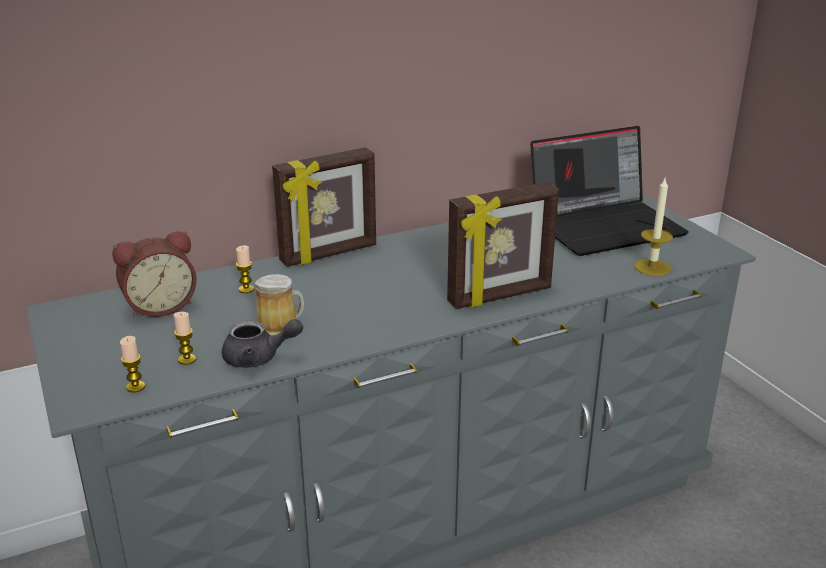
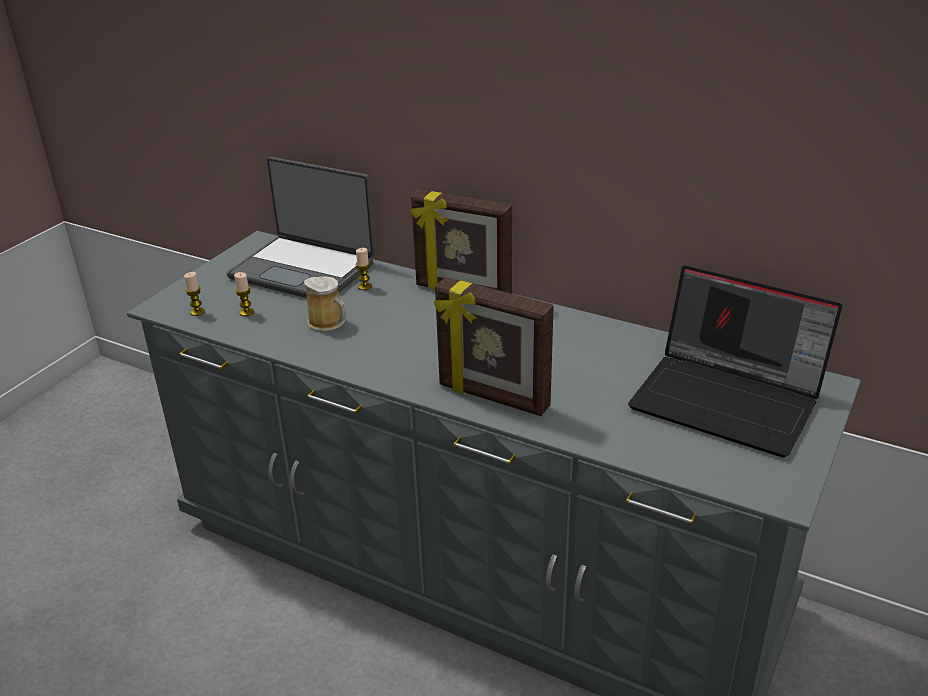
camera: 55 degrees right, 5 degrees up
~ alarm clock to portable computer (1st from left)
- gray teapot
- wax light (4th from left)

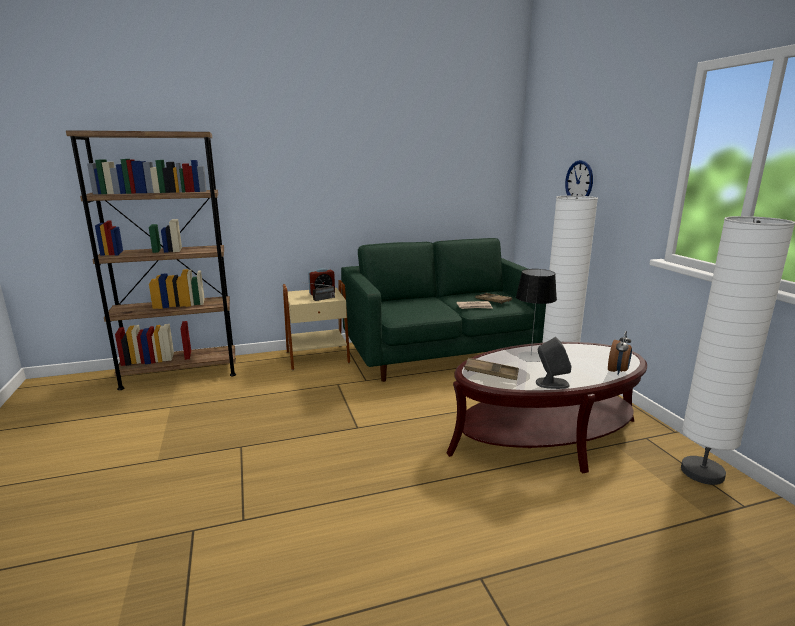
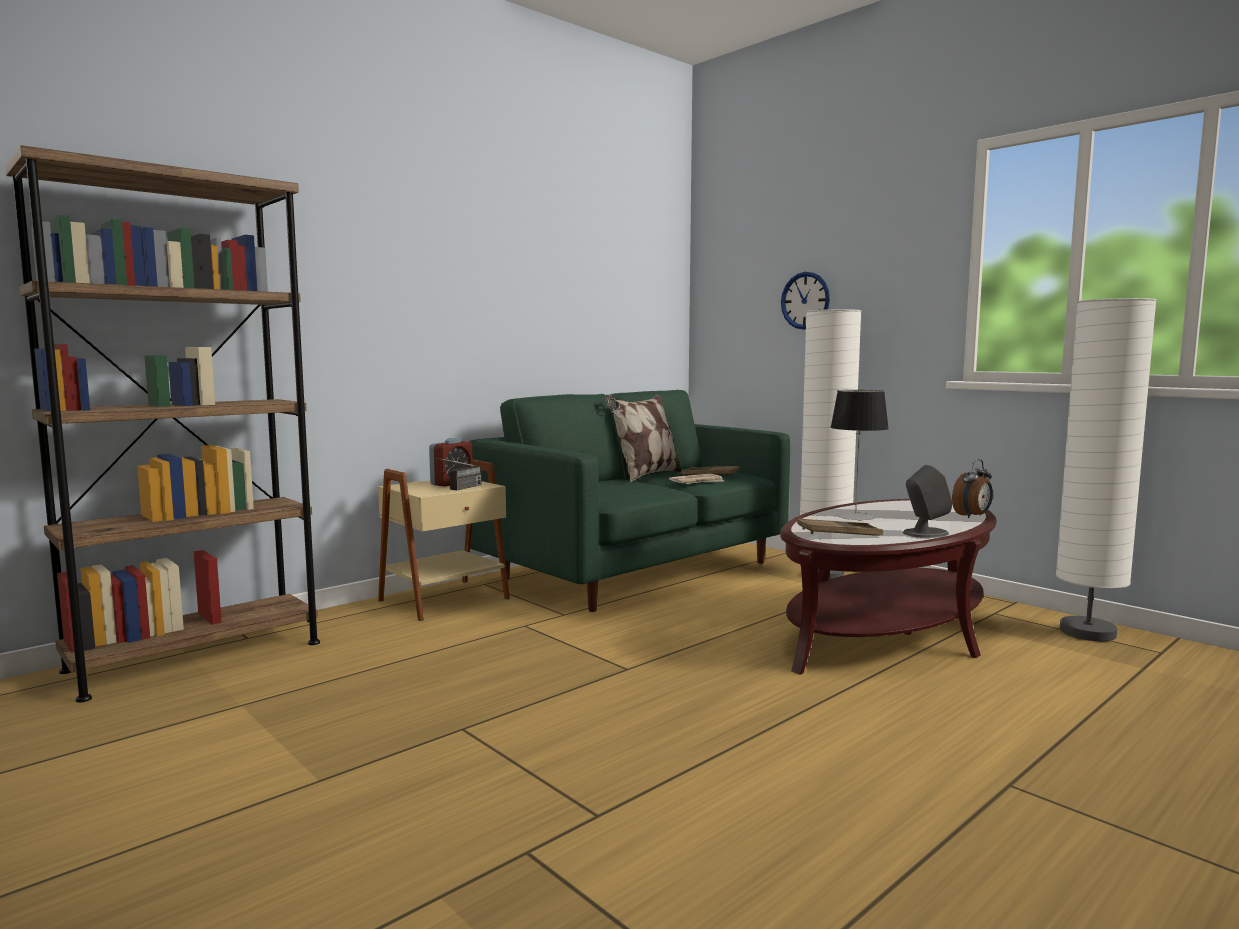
camera: 25 degrees left, 10 degrees down
~ alarm clock (2nd from left) 45 degrees clockwise
+ cushion

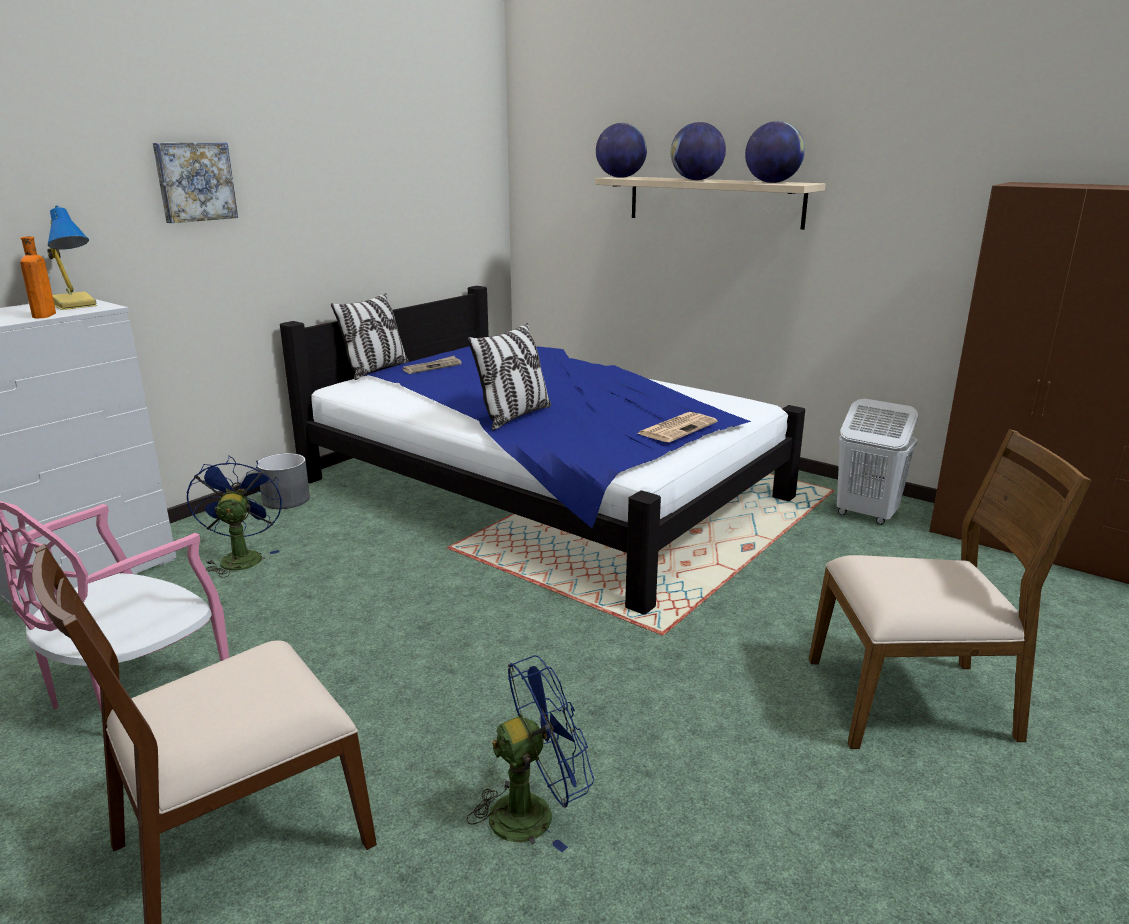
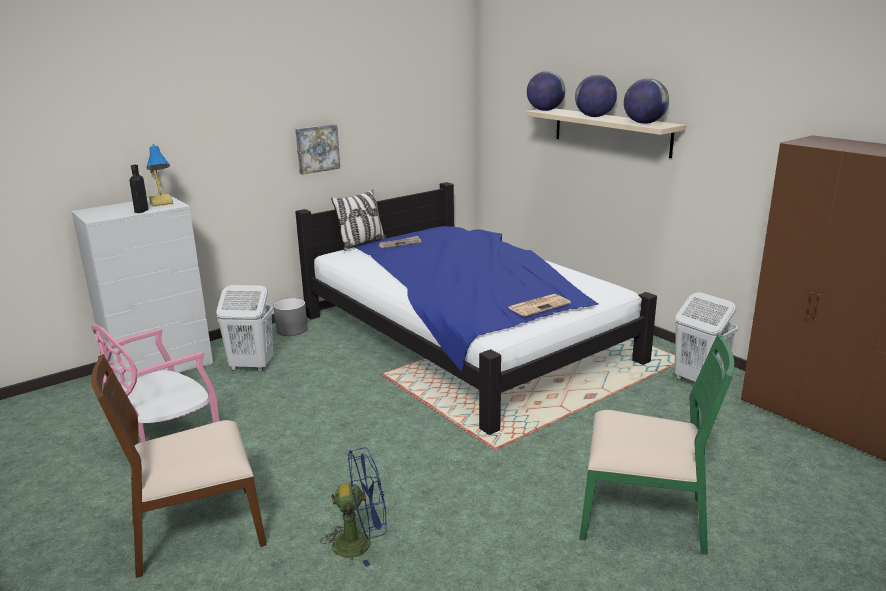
camera: 15 degrees right, 0 degrees up
~ orange-coloured drink bottle to black drink bottle
~ picture
~ blue cooling fan (1st from left) to white laundry basket (1st from left)
- cushion (2nd from left)
~ brownish upright chair (2nd from left) to green-coloured upright chair

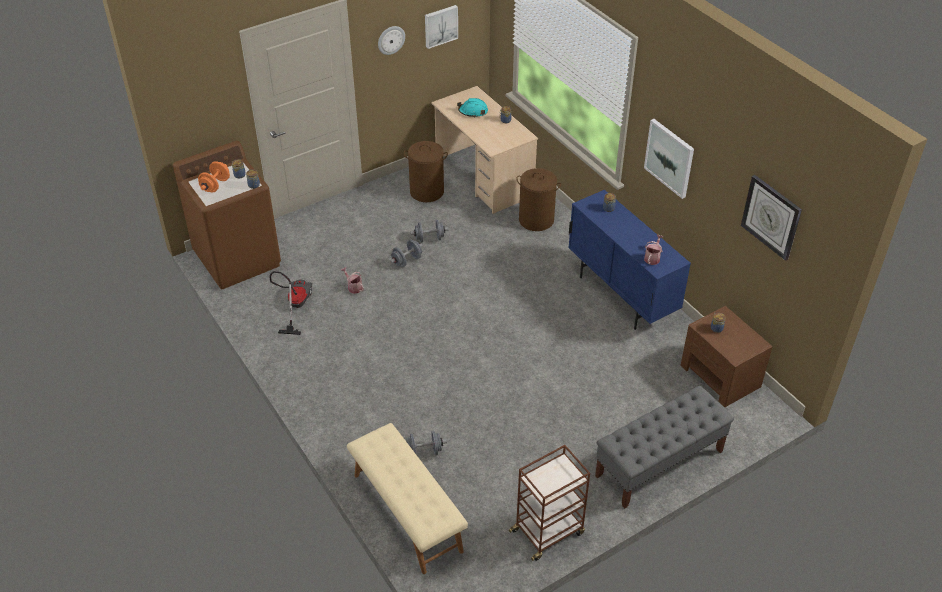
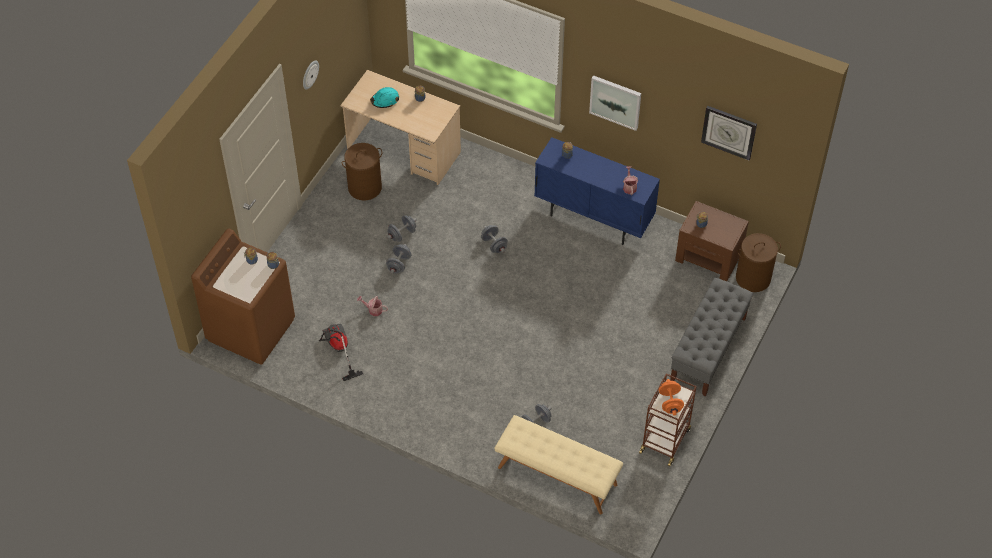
camera: 30 degrees left, 10 degrees up
~ orange-coloured dumbbell
- picture (1st from left)
~ brownish laundry basket (2nd from left)
+ gray dumbbell (3rd from left)

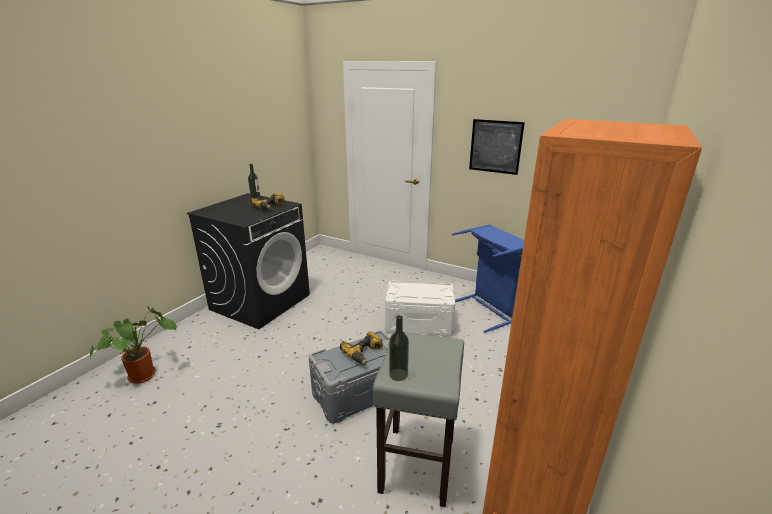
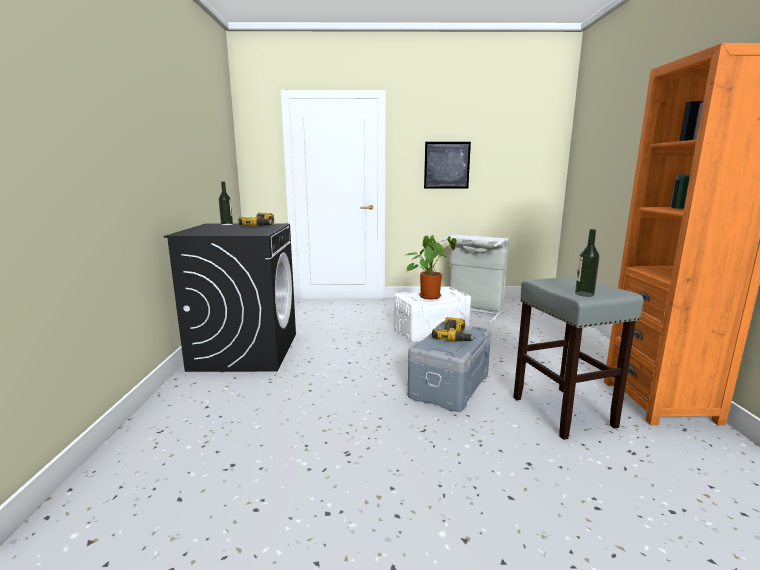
camera: 30 degrees left, 10 degrees down
~ potted plant
~ blue laundry basket to gray laundry basket

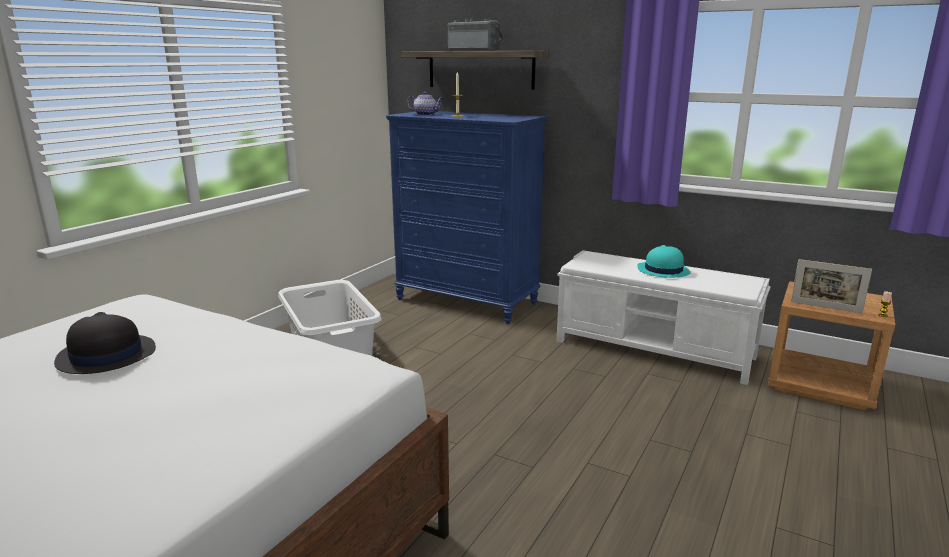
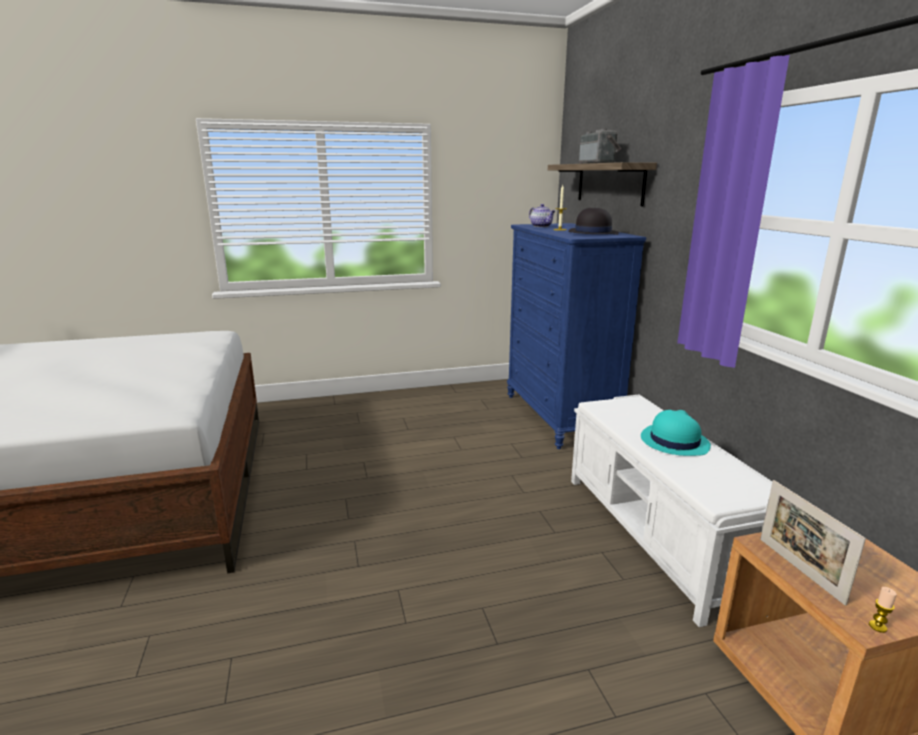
camera: 45 degrees right, 0 degrees up
~ black hat
- white laundry basket

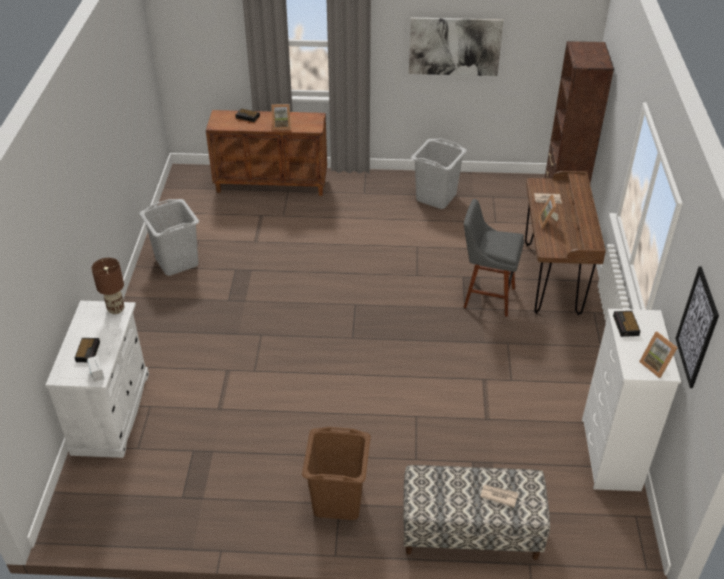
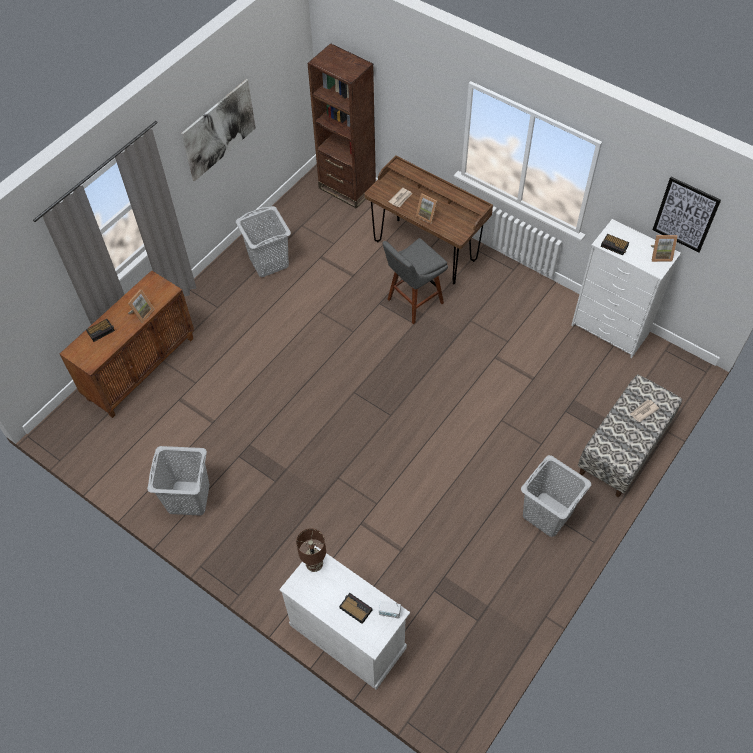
camera: 55 degrees left, 15 degrees up
~ brownish laundry basket to gray laundry basket (3rd from left)

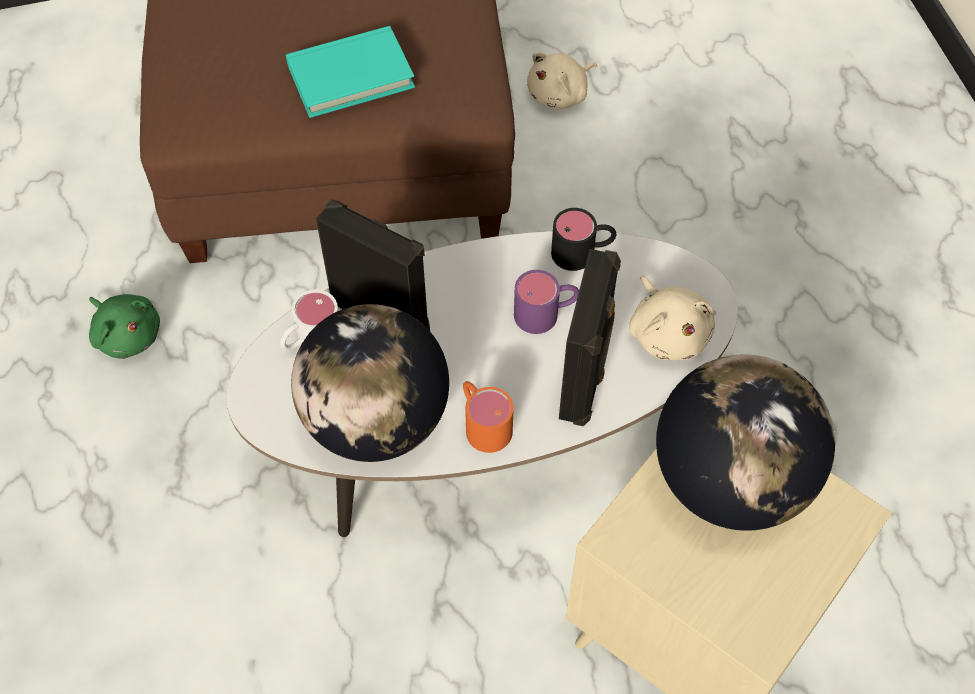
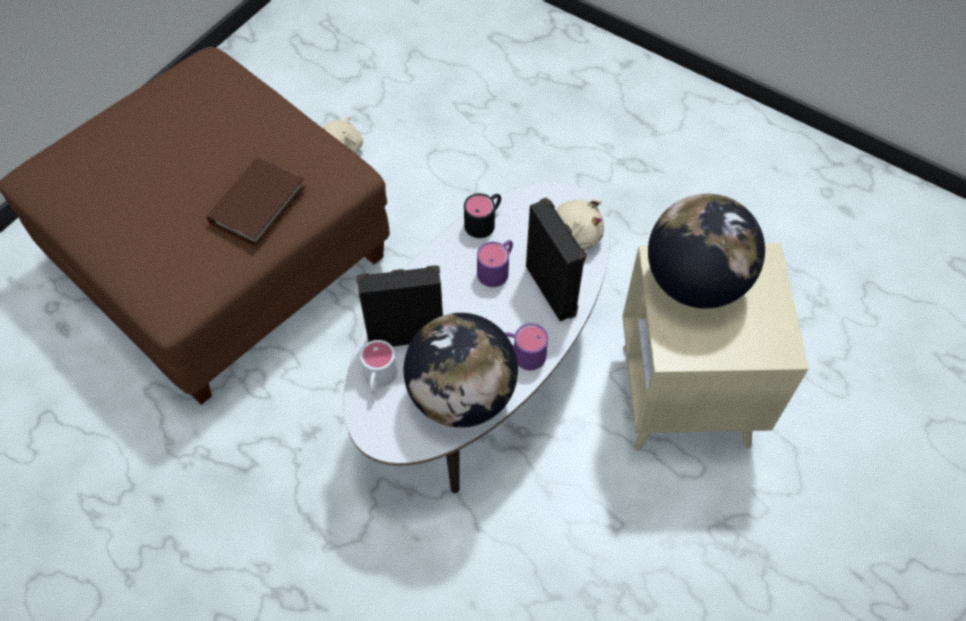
camera: 40 degrees left, 0 degrees up
- green-coloured cuddly toy
~ turquoise-coloured volume to brownish volume
~ orange-coloured tea mug to purple-coloured tea mug (2nd from left)

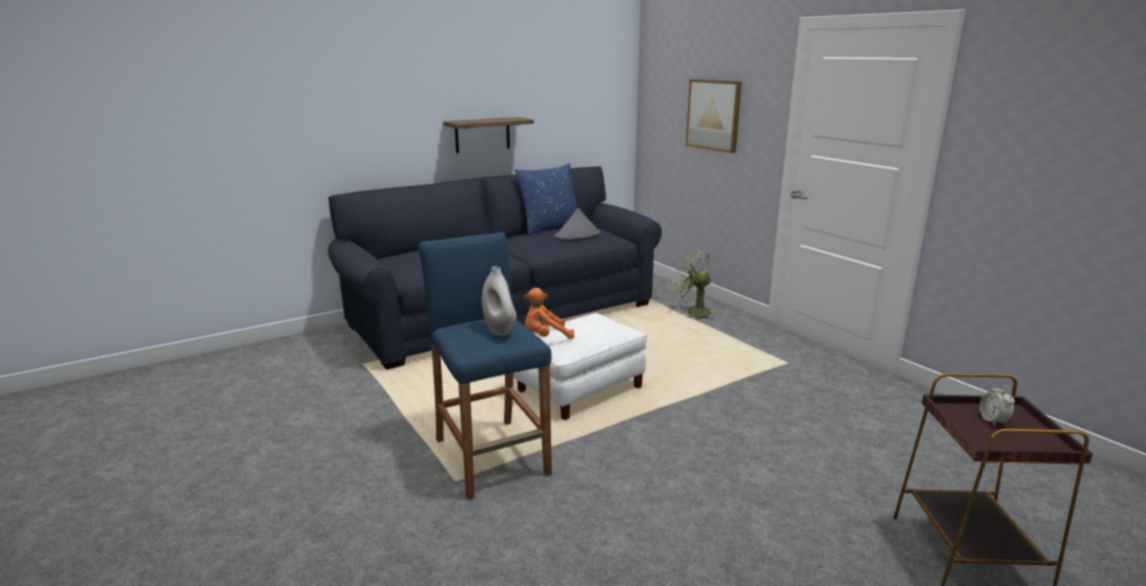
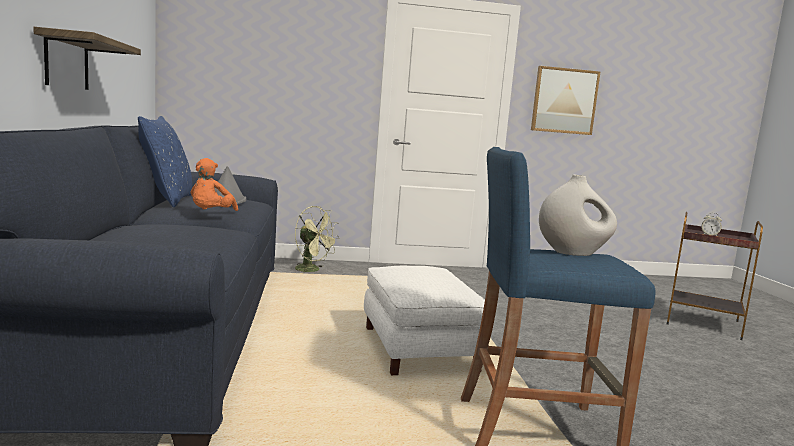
camera: 65 degrees left, 10 degrees down
~ orange-coloured cuddly toy
~ green-coloured cooling fan 120 degrees counterclockwise
~ picture

